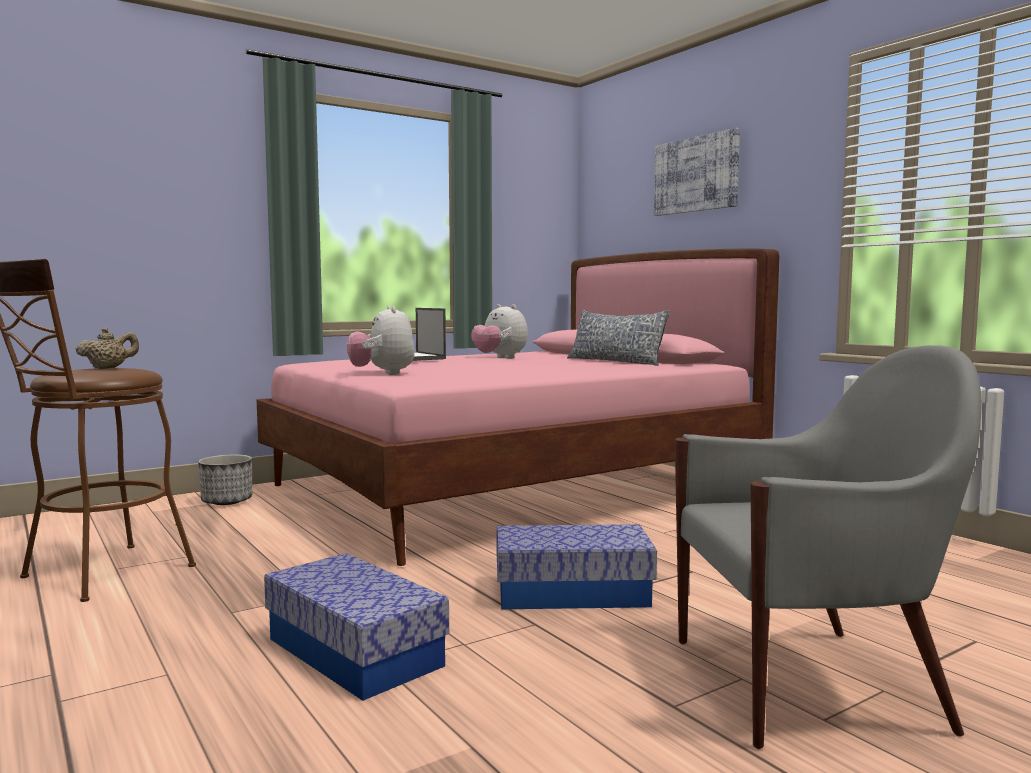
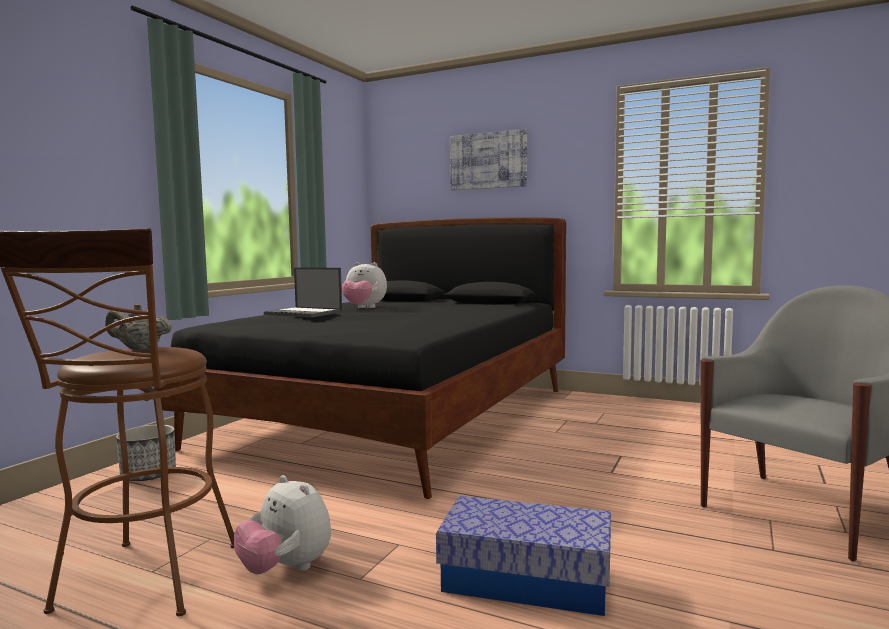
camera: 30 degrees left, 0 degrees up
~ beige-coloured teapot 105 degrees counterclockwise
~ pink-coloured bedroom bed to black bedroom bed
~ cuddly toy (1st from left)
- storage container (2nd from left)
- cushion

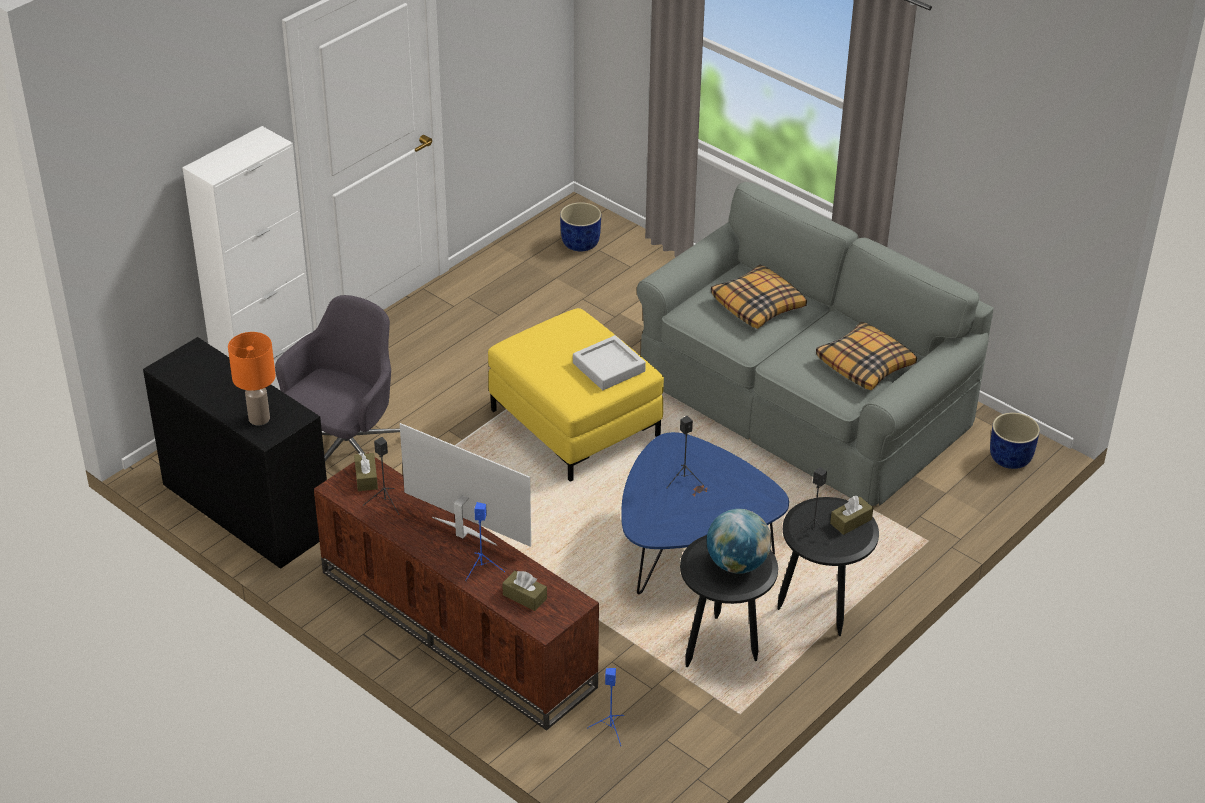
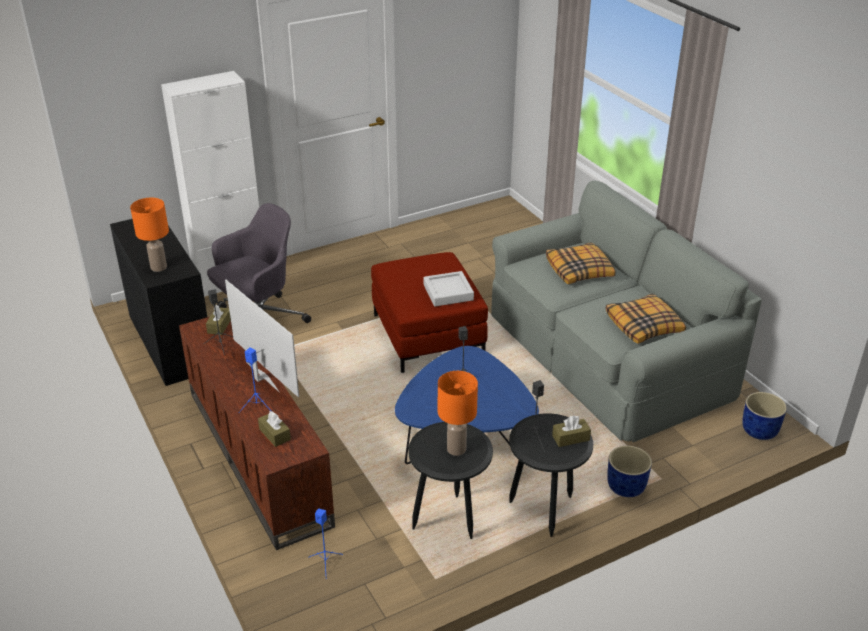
camera: 20 degrees right, 5 degrees down
~ yellow footrest to red footrest
~ blue planter (1st from left)
~ world globe to orange-coloured lamp for a table (2nd from left)

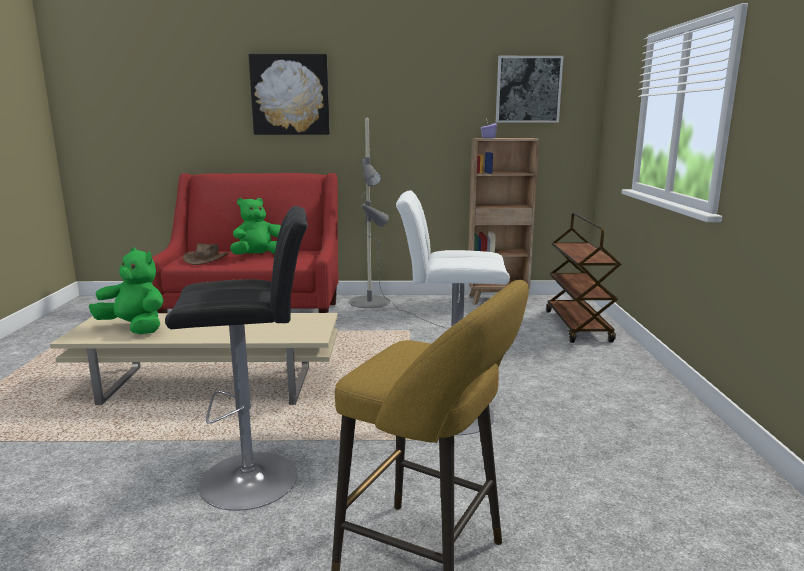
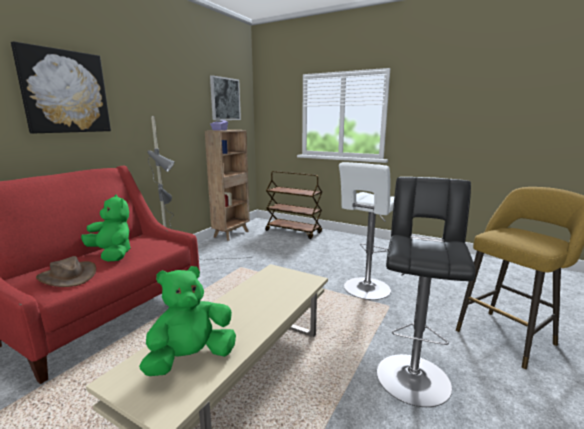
camera: 60 degrees left, 0 degrees up
~ green-coloured cuddly toy (2nd from left in the first image) 135 degrees clockwise

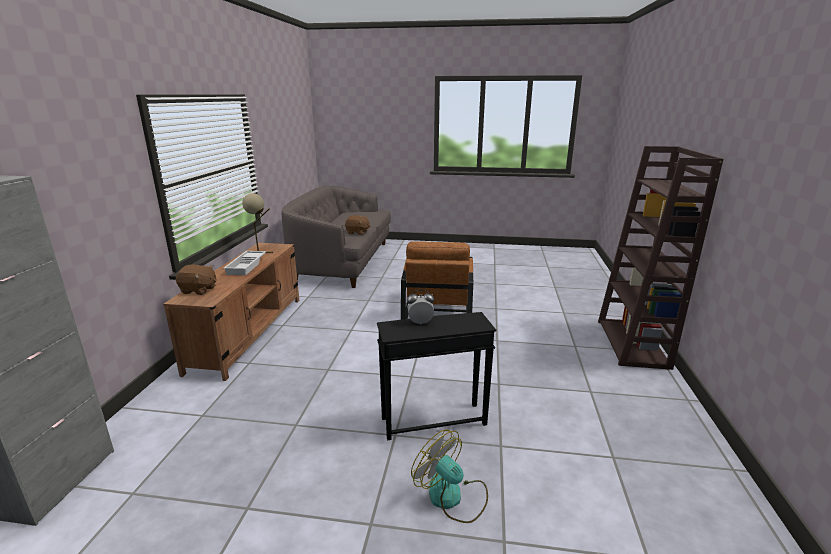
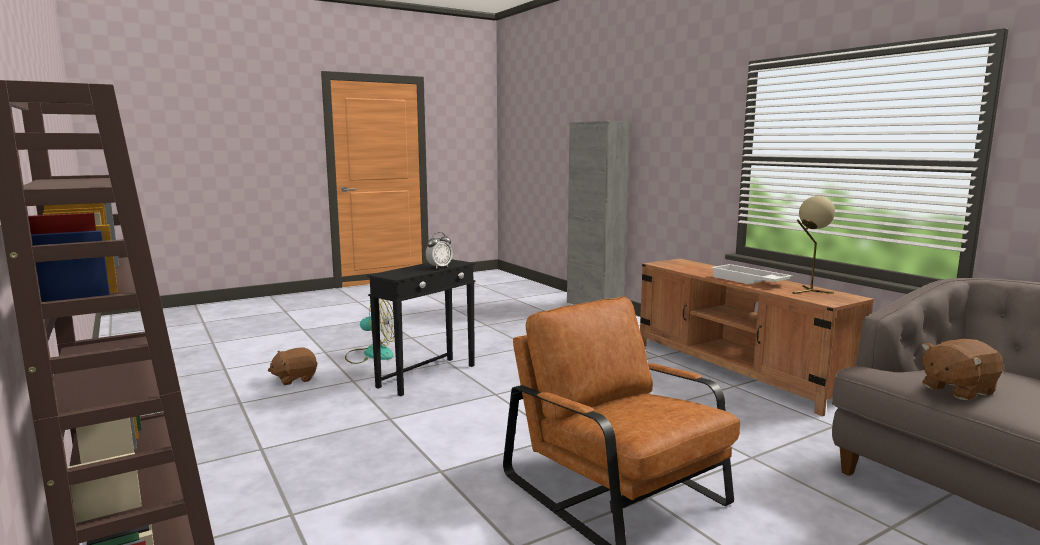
camera: 140 degrees right, 10 degrees down
~ brownish cuddly toy (1st from left)

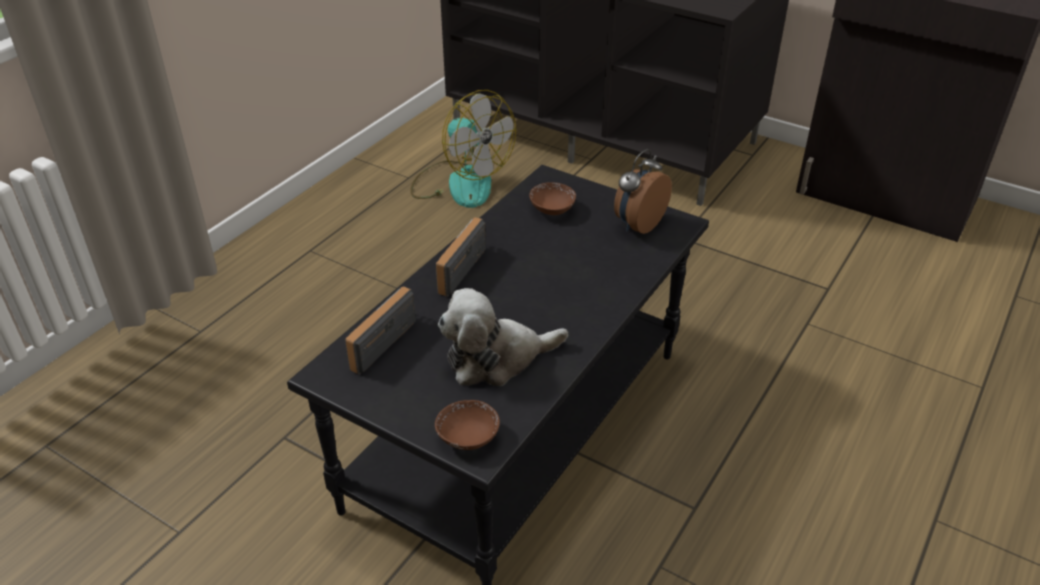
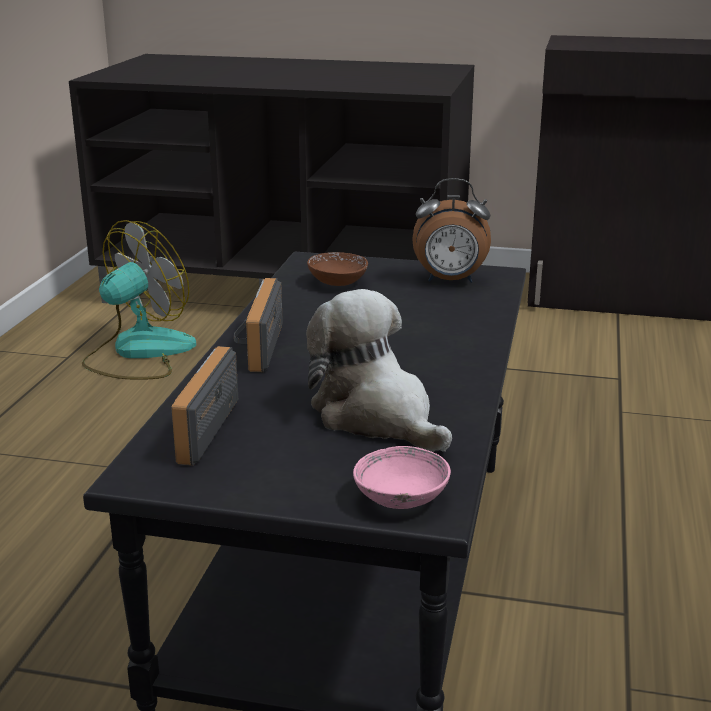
camera: 20 degrees left, 15 degrees down
~ cooling fan 75 degrees counterclockwise
~ brownish deep dish (1st from left) to pink-coloured deep dish
~ cuddly toy 90 degrees clockwise
~ alarm clock 105 degrees counterclockwise

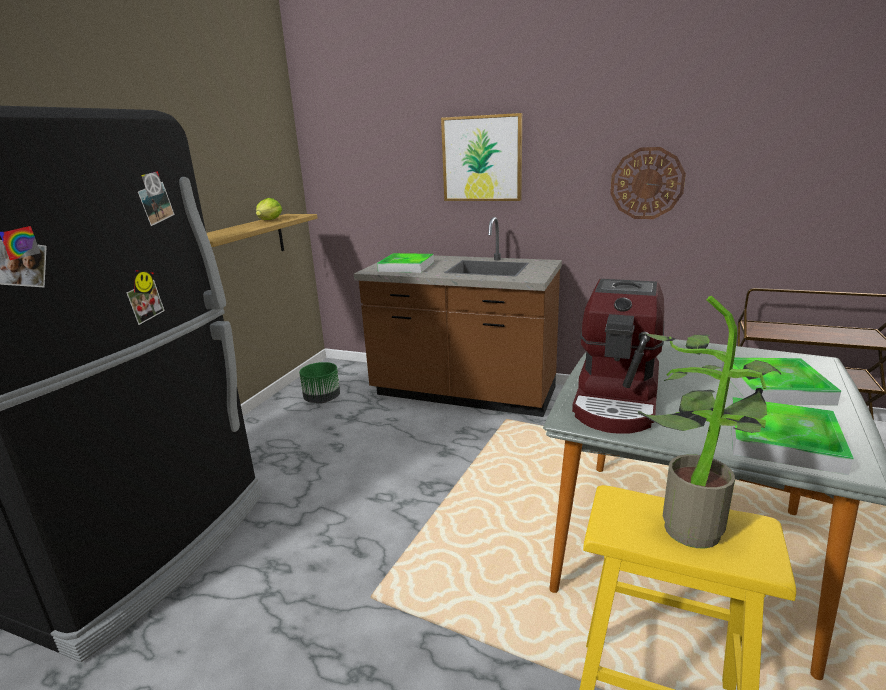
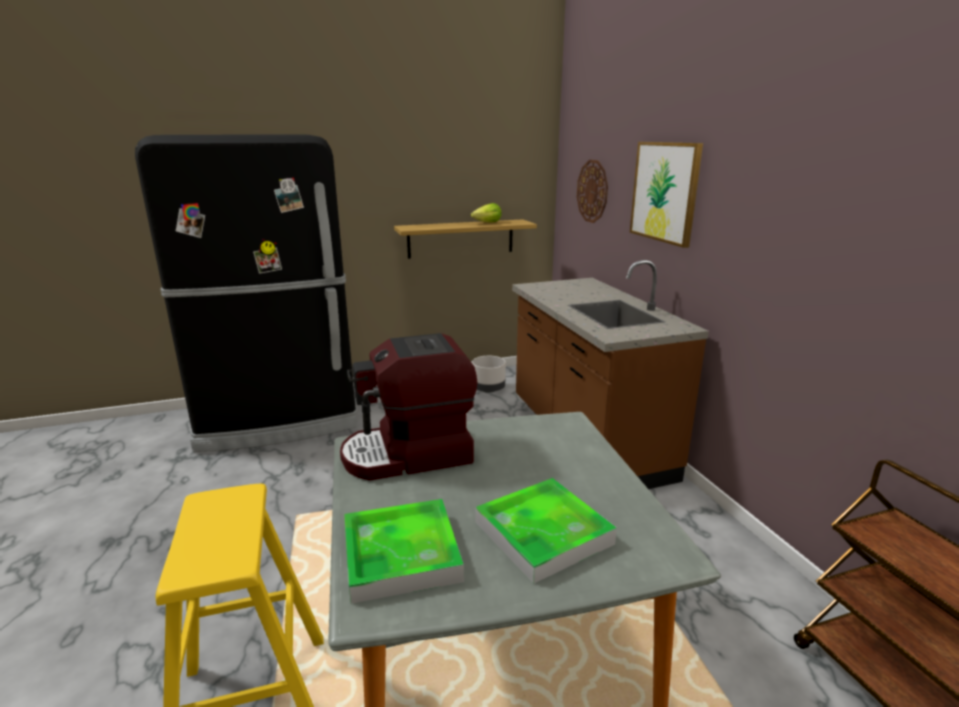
camera: 50 degrees right, 0 degrees up
~ green-coloured planter to gray planter
- serving tray (1st from left)
~ wall clock
- potted plant

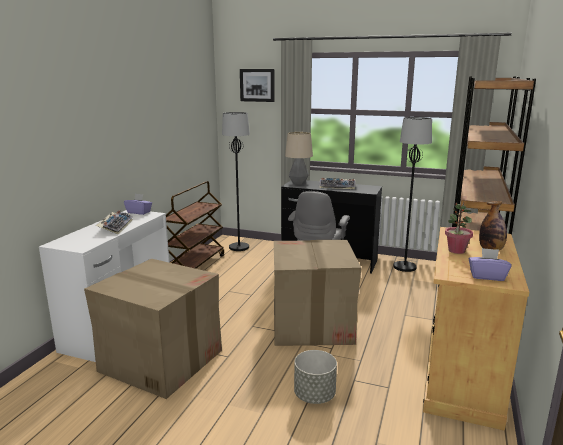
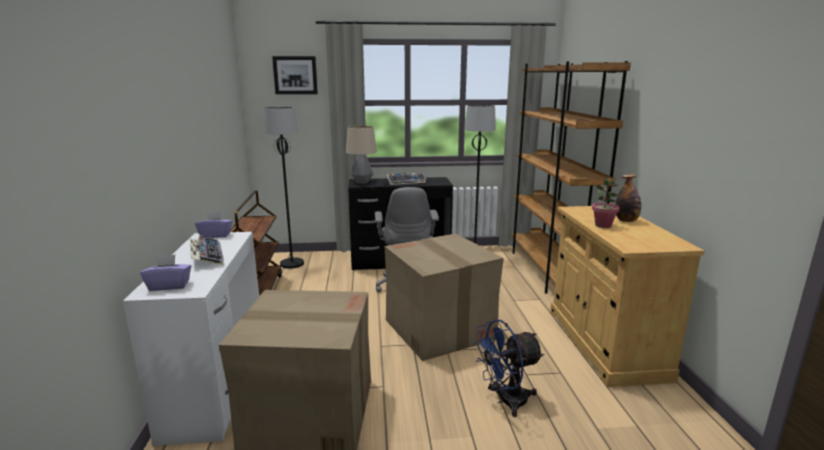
camera: 25 degrees left, 0 degrees up
~ gray planter to blue cooling fan
~ purple-coloured tissue box (2nd from left in the first image) to purple-coloured tissue box (1st from left)

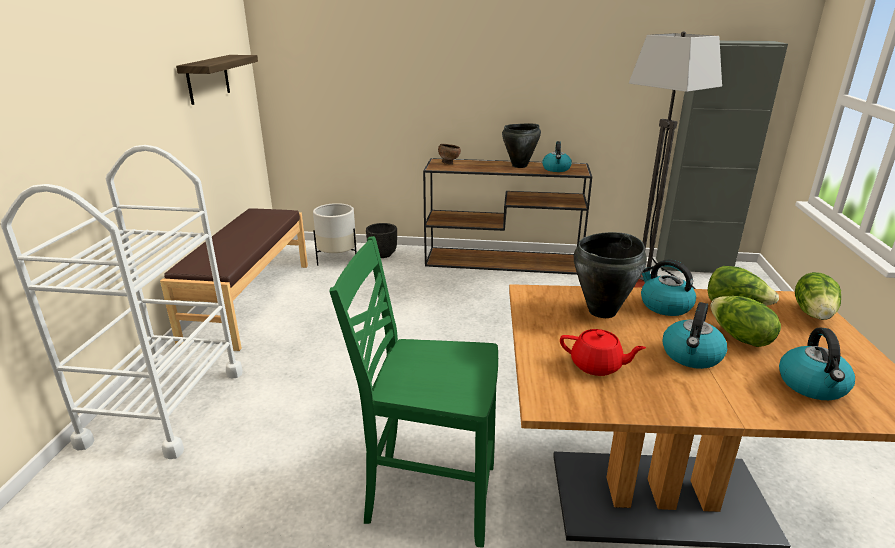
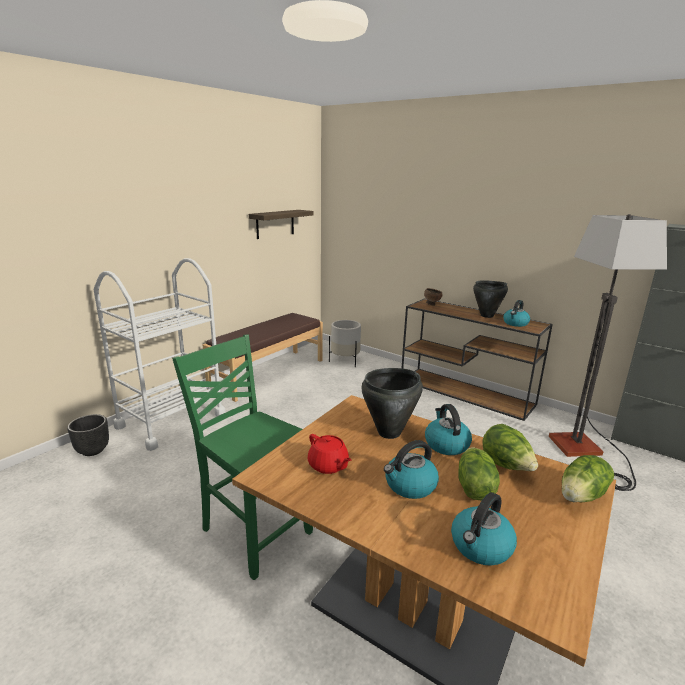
camera: 30 degrees right, 5 degrees down
~ black planter

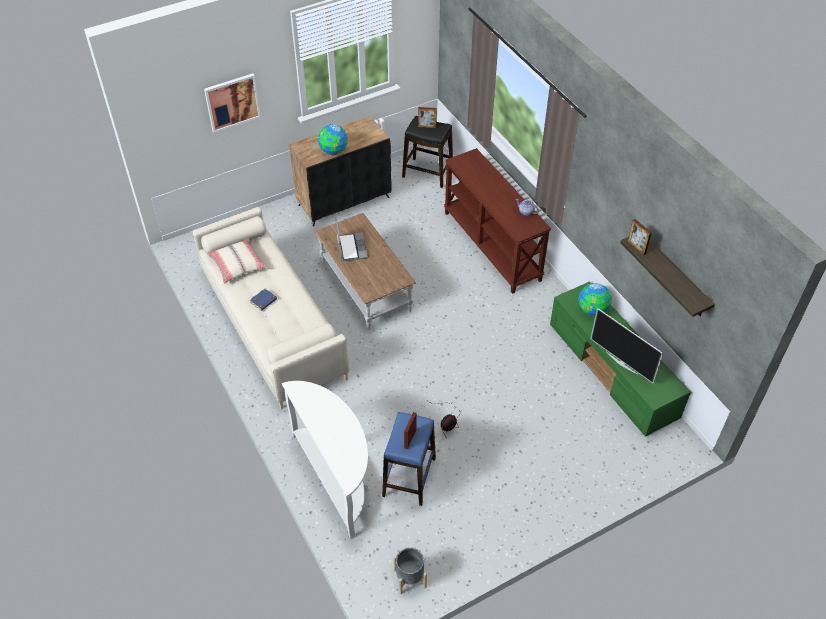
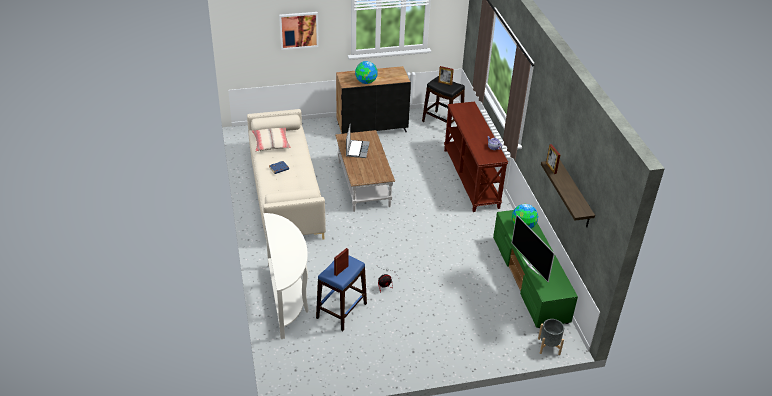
camera: 15 degrees right, 10 degrees down
~ gray planter

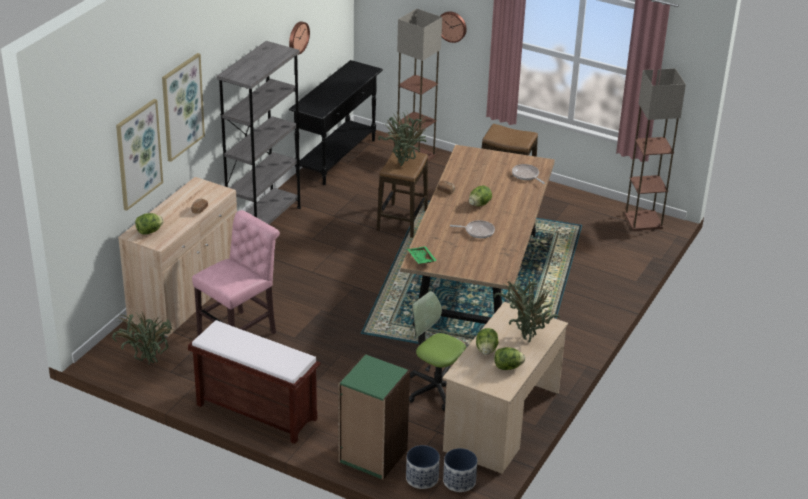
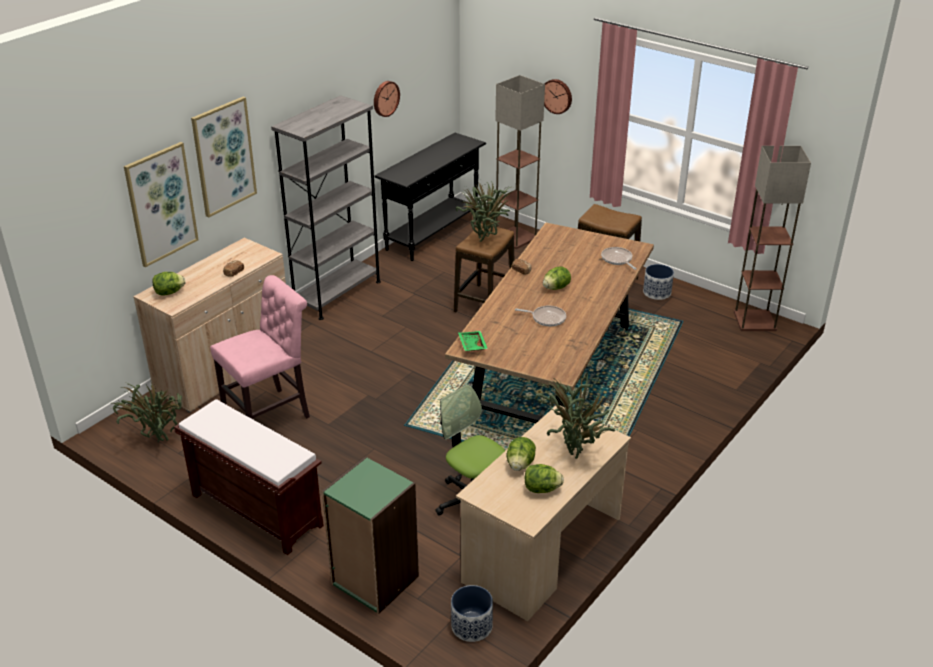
camera: 10 degrees right, 0 degrees up
~ planter (1st from left in the first image) to planter (2nd from left)

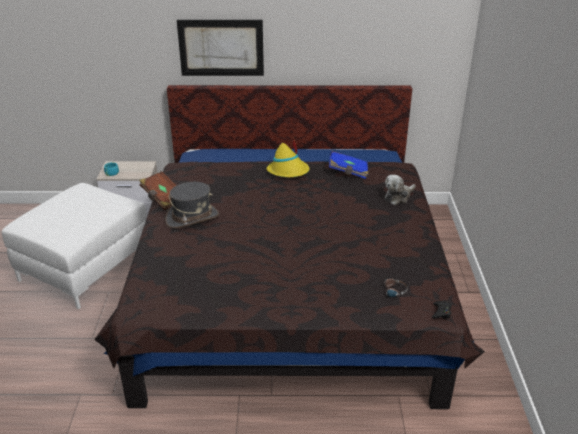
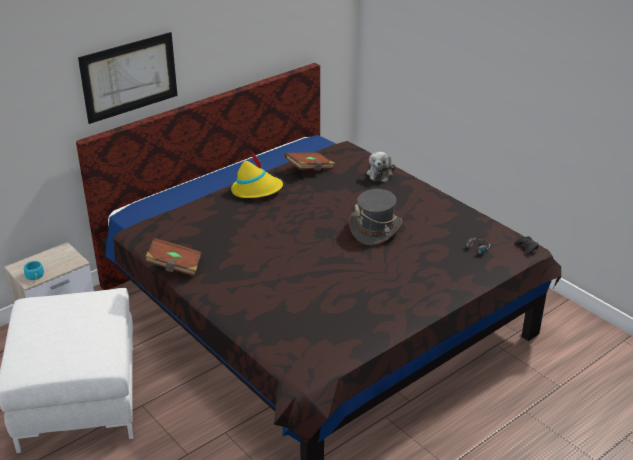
camera: 40 degrees left, 0 degrees up
~ gray hat
~ blue volume to brownish volume (2nd from left)

